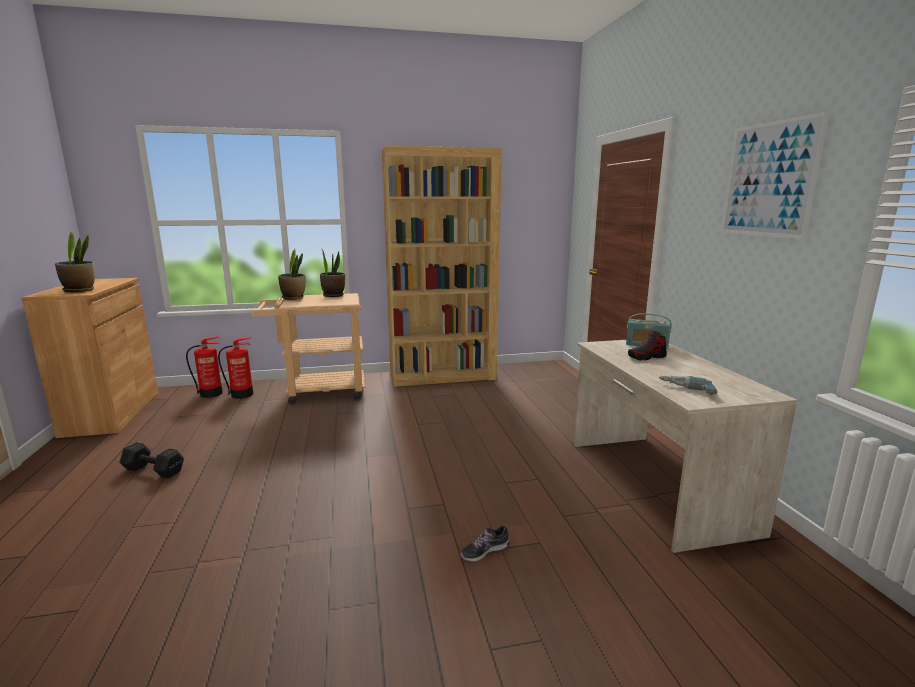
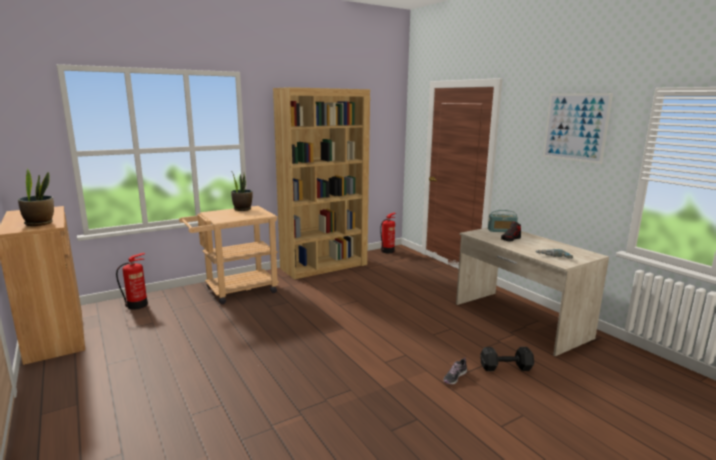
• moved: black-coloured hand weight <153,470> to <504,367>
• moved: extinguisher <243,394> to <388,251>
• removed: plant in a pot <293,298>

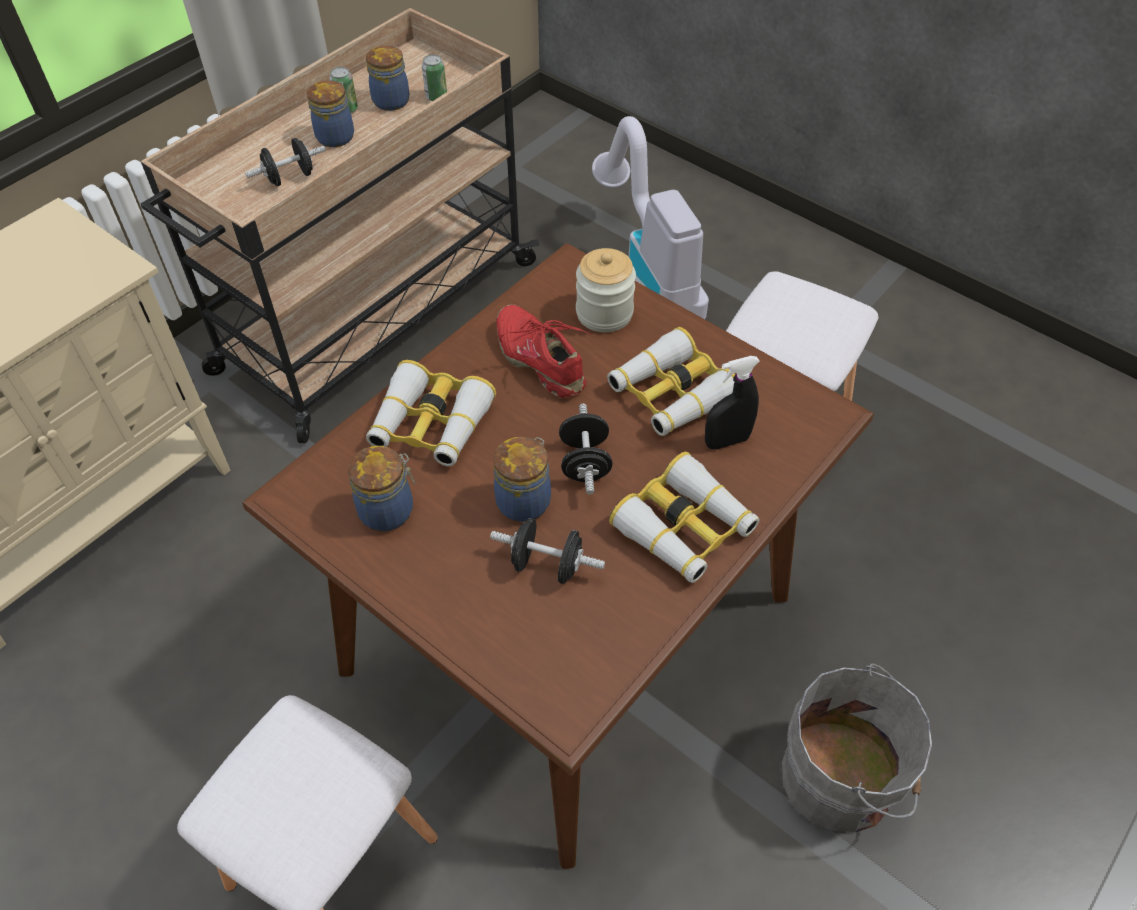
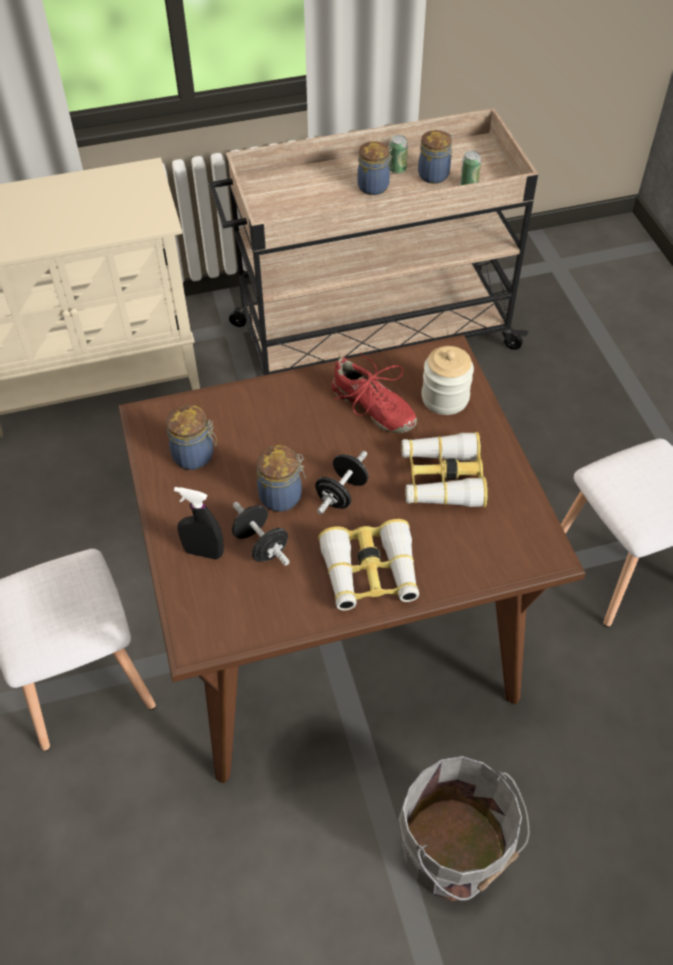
• removed: black-coloured hand weight <290,177>
• removed: pair of binoculars <431,425>
• turned: reddish item of footwear <541,359> = <372,408> 135 degrees clockwise
• removed: vacuum cleaner <645,279>
• moved: black-coloured sprayer <726,441> to <203,552>

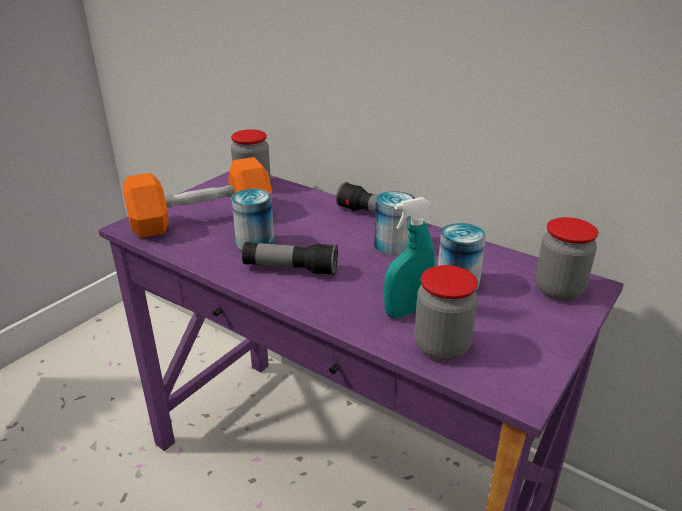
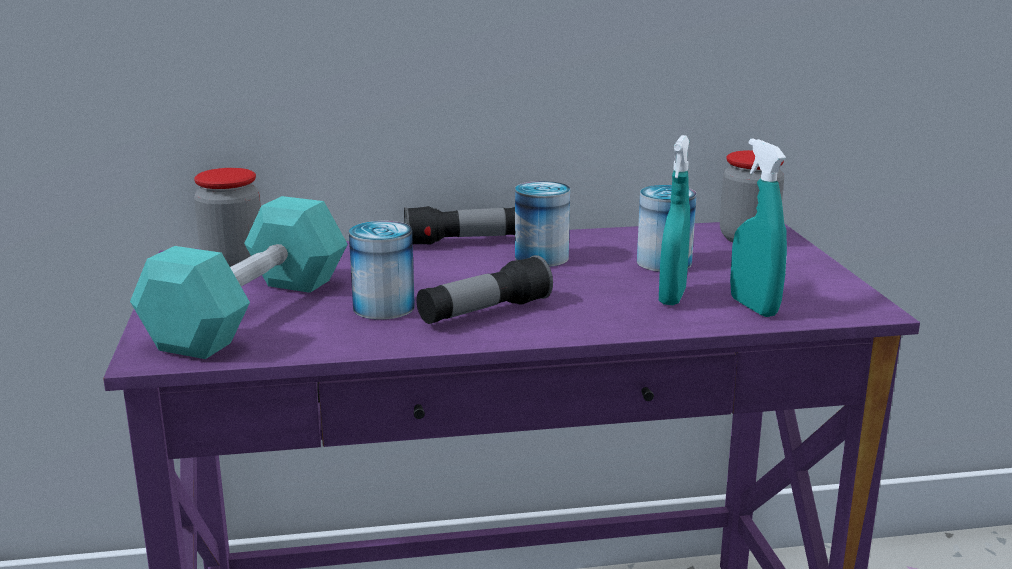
• recoloured: orange hand weight <202,219> to blue-green hand weight <250,312>
• replaced: jar <441,347> to blue-green sprayer <753,307>

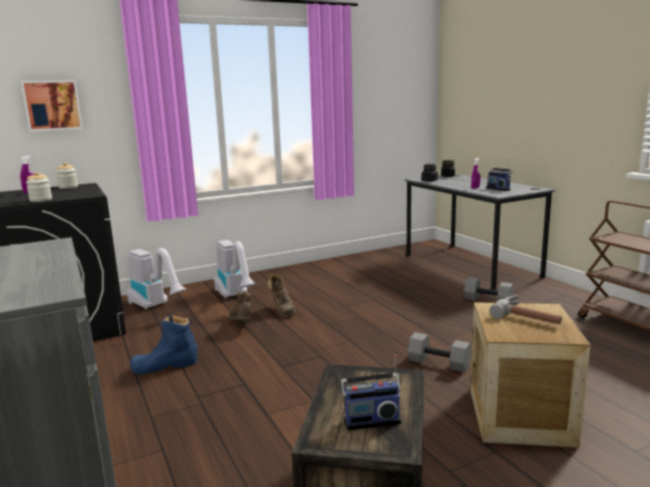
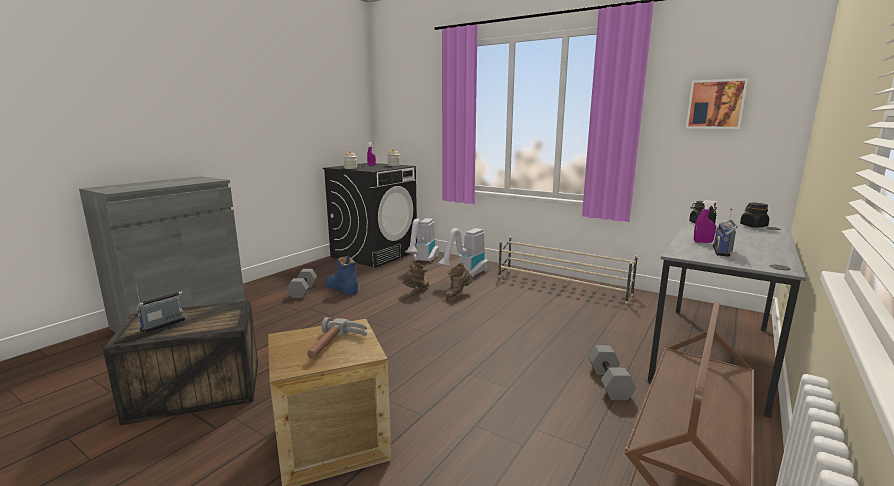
• moved: picture <52,105> to <715,104>
• turned: radio <371,420> = <164,325> 75 degrees clockwise
• moved: gray hand weight <439,363> to <303,291>
• added: beige-coloured shoe stand <562,285>

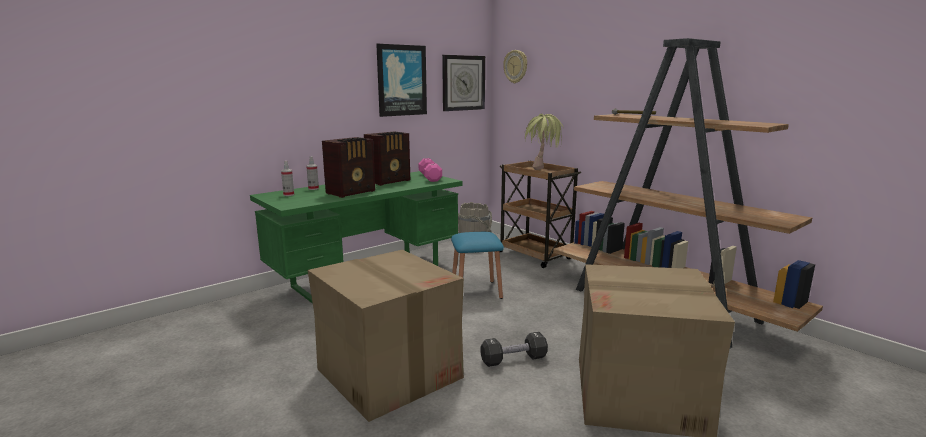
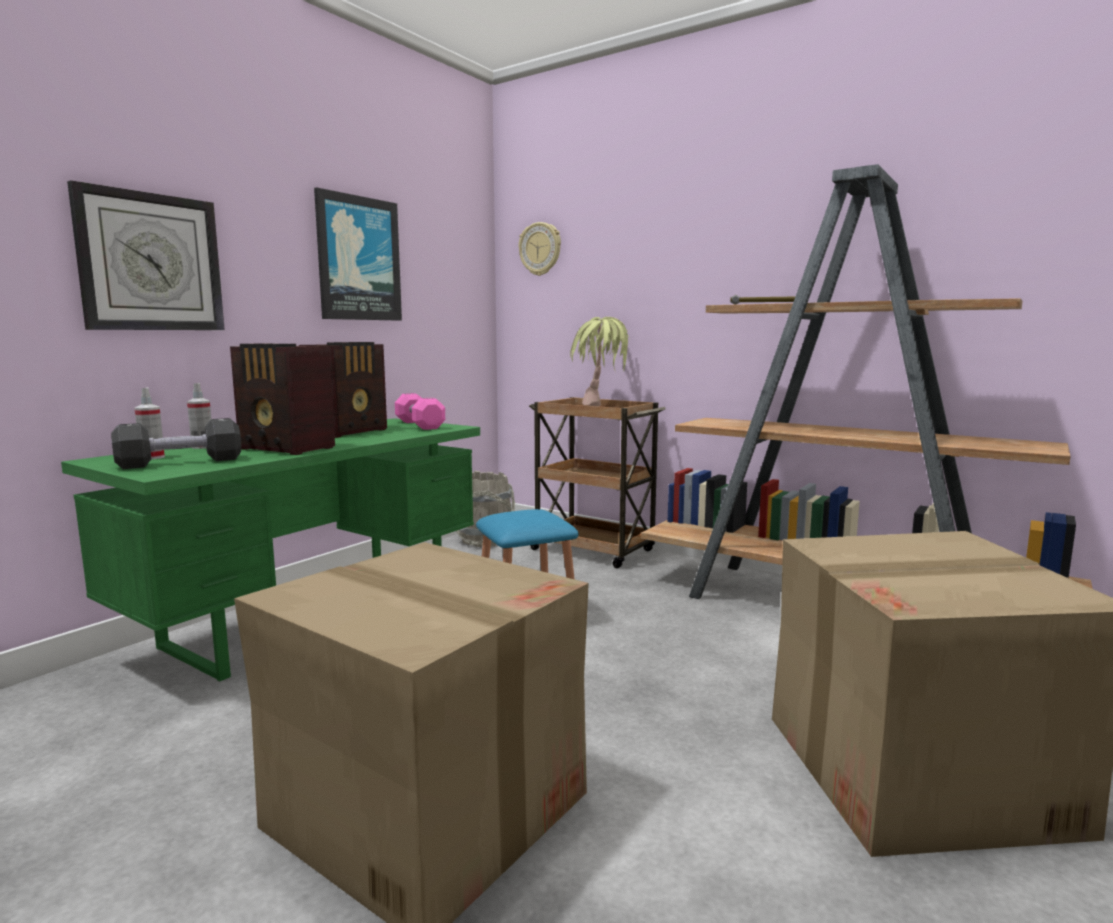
• turned: radio <352,192> = <287,448> 90 degrees clockwise
• moved: hanging clock <463,83> to <151,262>
• moved: black-coloured hand weight <513,359> to <180,463>

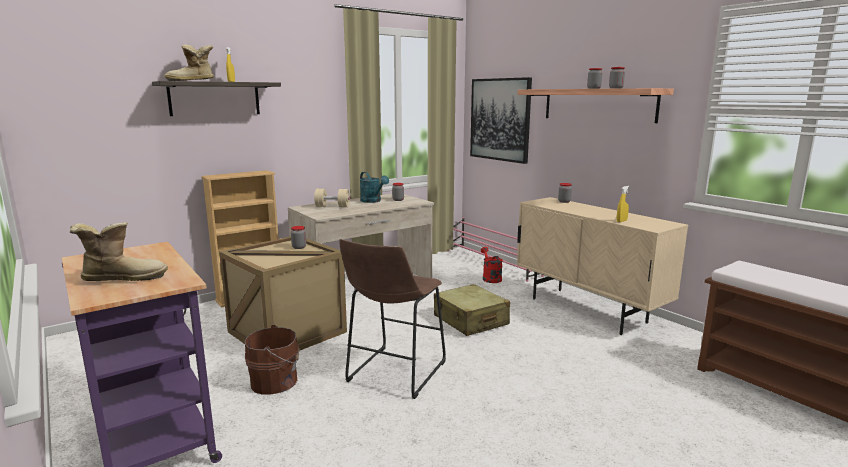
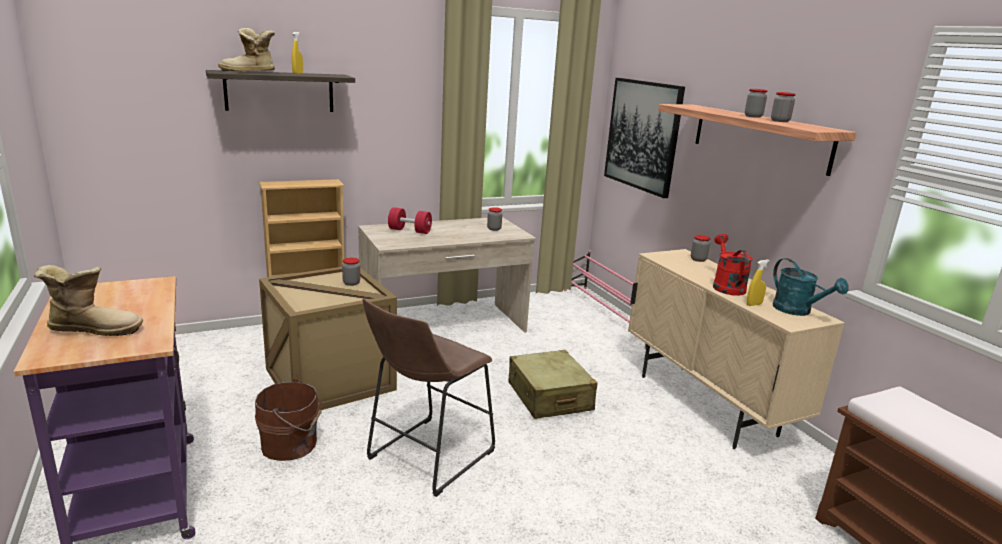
• recoloured: beige-coloured hand weight <332,206> to reddish hand weight <410,231>
• moved: blue-green sprinkling can <373,201> to <797,311>
• moved: reddish sprinkling can <490,278> to <726,286>

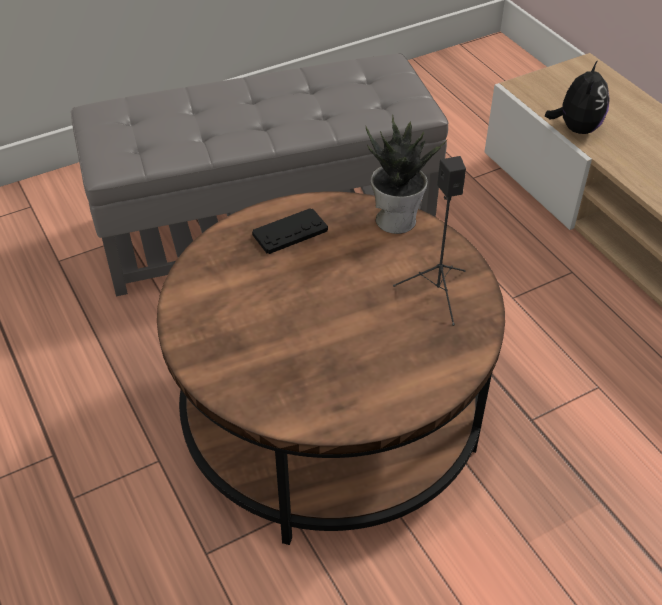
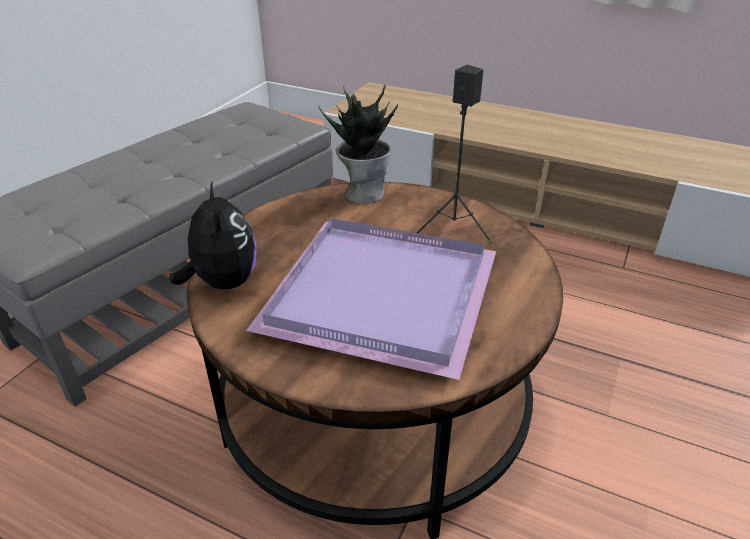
• removed: black-coloured joypad <290,232>
• moved: plush toy <576,128> to <223,282>
• added: purplish tray <386,293>

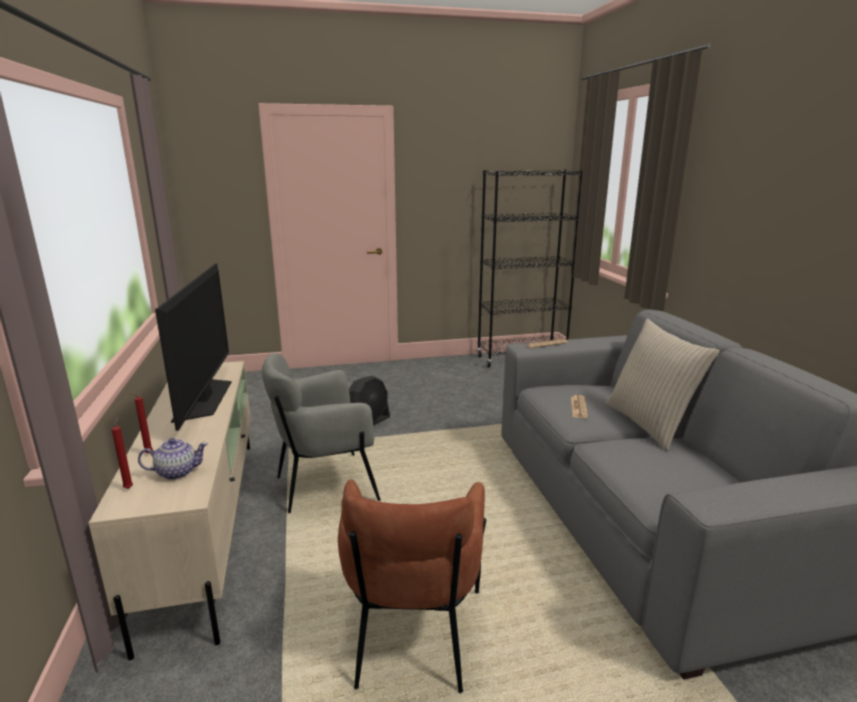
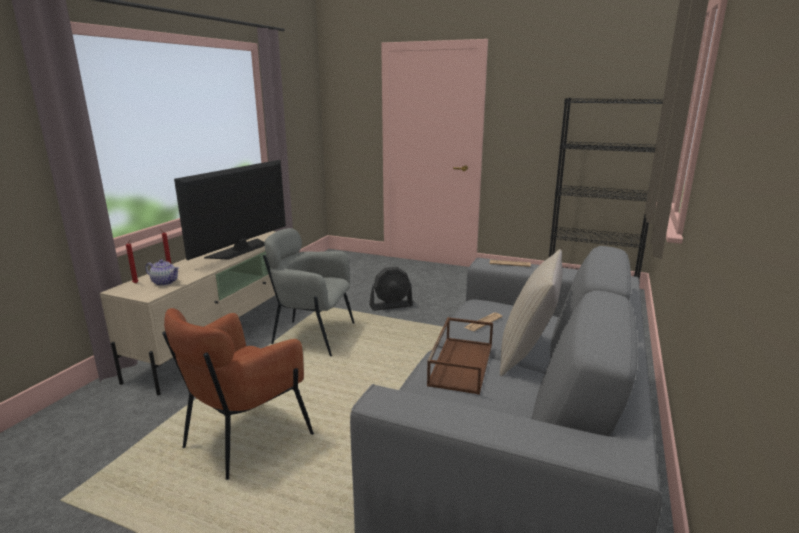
• added: brownish tray <460,363>

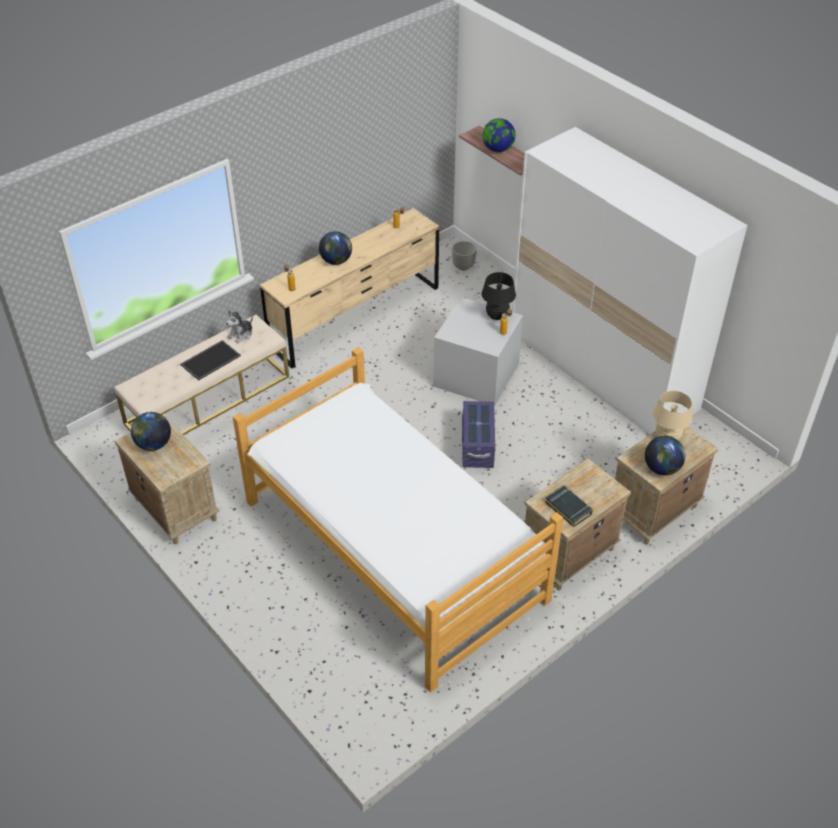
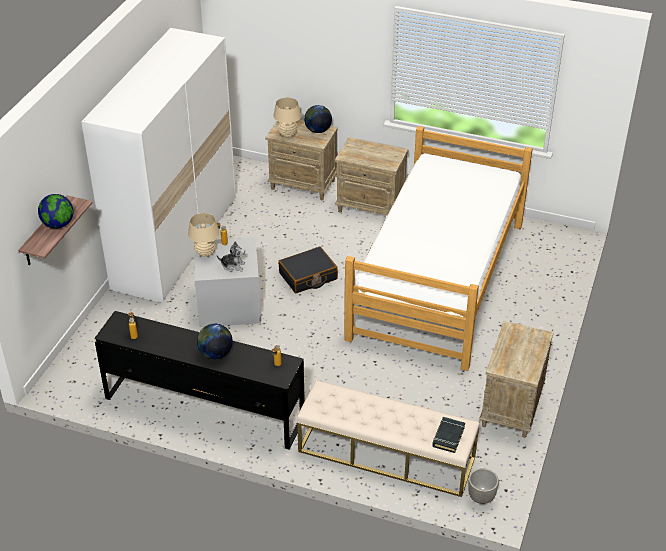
• removed: globe <153,444>
• removed: tray <210,359>
• moved: plush toy <241,334> to <233,266>
• recoloured: beige-coloured chest of drawers <355,317> to black-coloured chest of drawers <204,408>
• moved: planter <463,266> to <480,497>
• replaced: purplish storage box <477,446> to black-coloured piece of luggage <308,276>
• recoloured: black-coloured tabletop lamp <497,316> to beige-coloured tabletop lamp <205,253>
• moved: black-coloured bound book <568,508> to <448,437>

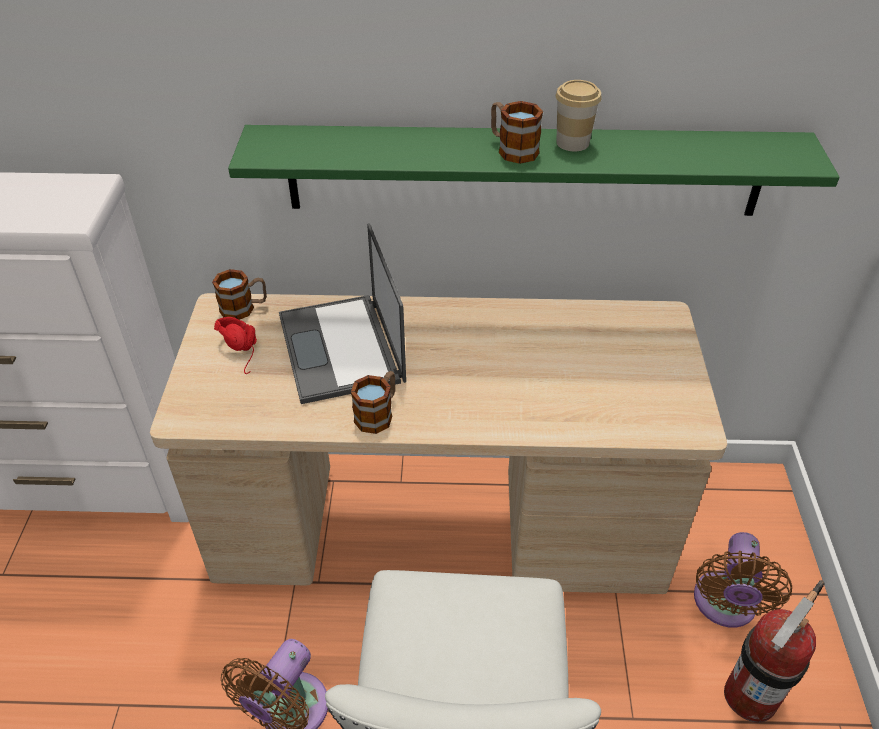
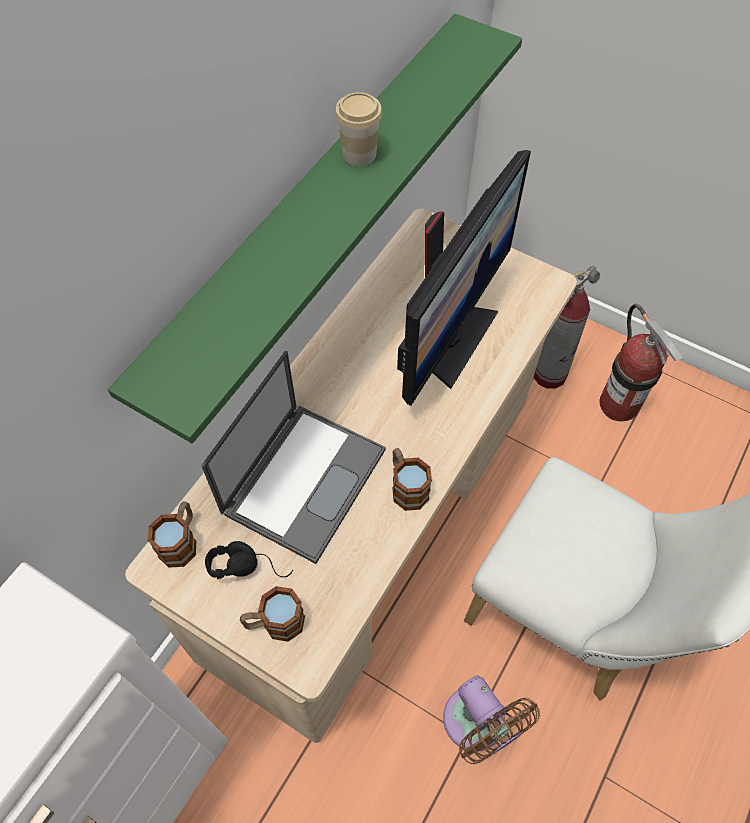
• recoloured: reddish headphones <247,351> to black-coloured headphones <250,563>
• turned: notebook computer <342,349> = <304,478> 75 degrees counterclockwise
• moved: mug <512,149> to <275,623>
• replaced: brownish fan <724,606> to extinguisher <549,374>
• added: monitor <450,339>

